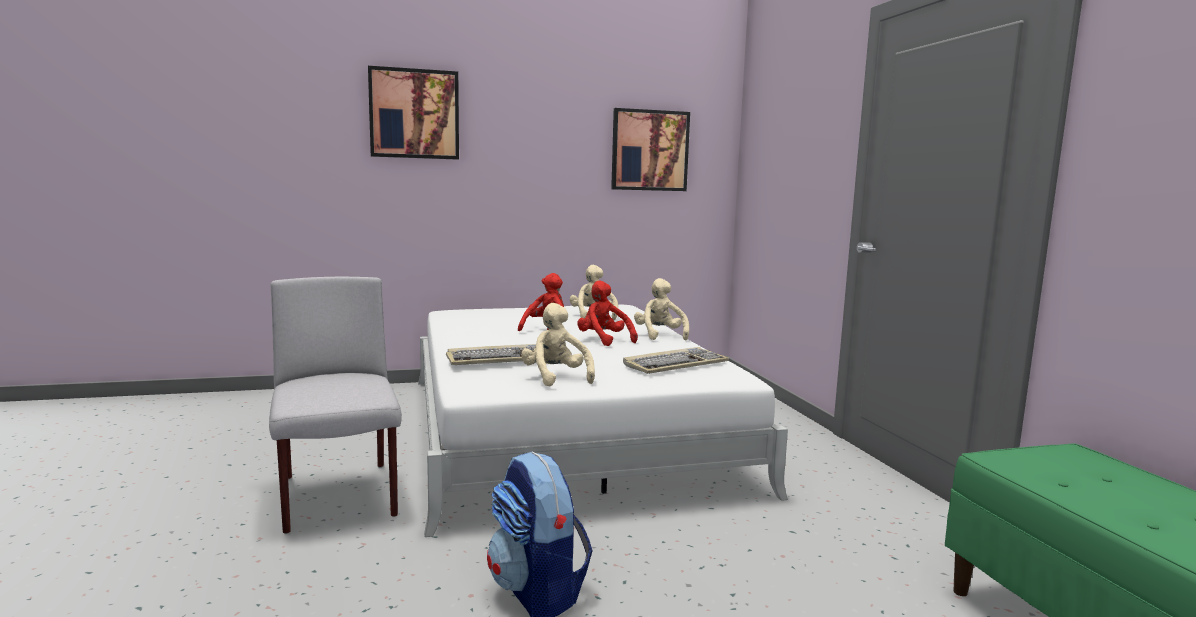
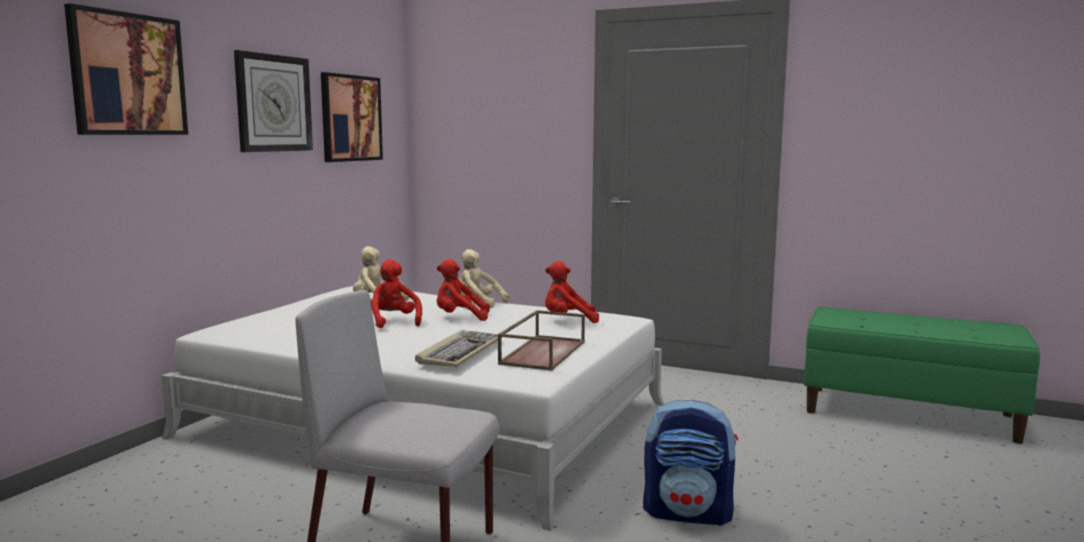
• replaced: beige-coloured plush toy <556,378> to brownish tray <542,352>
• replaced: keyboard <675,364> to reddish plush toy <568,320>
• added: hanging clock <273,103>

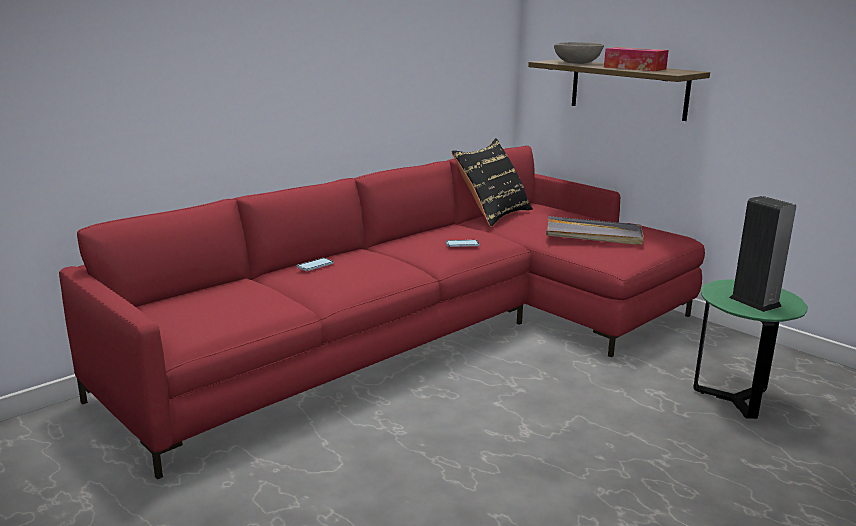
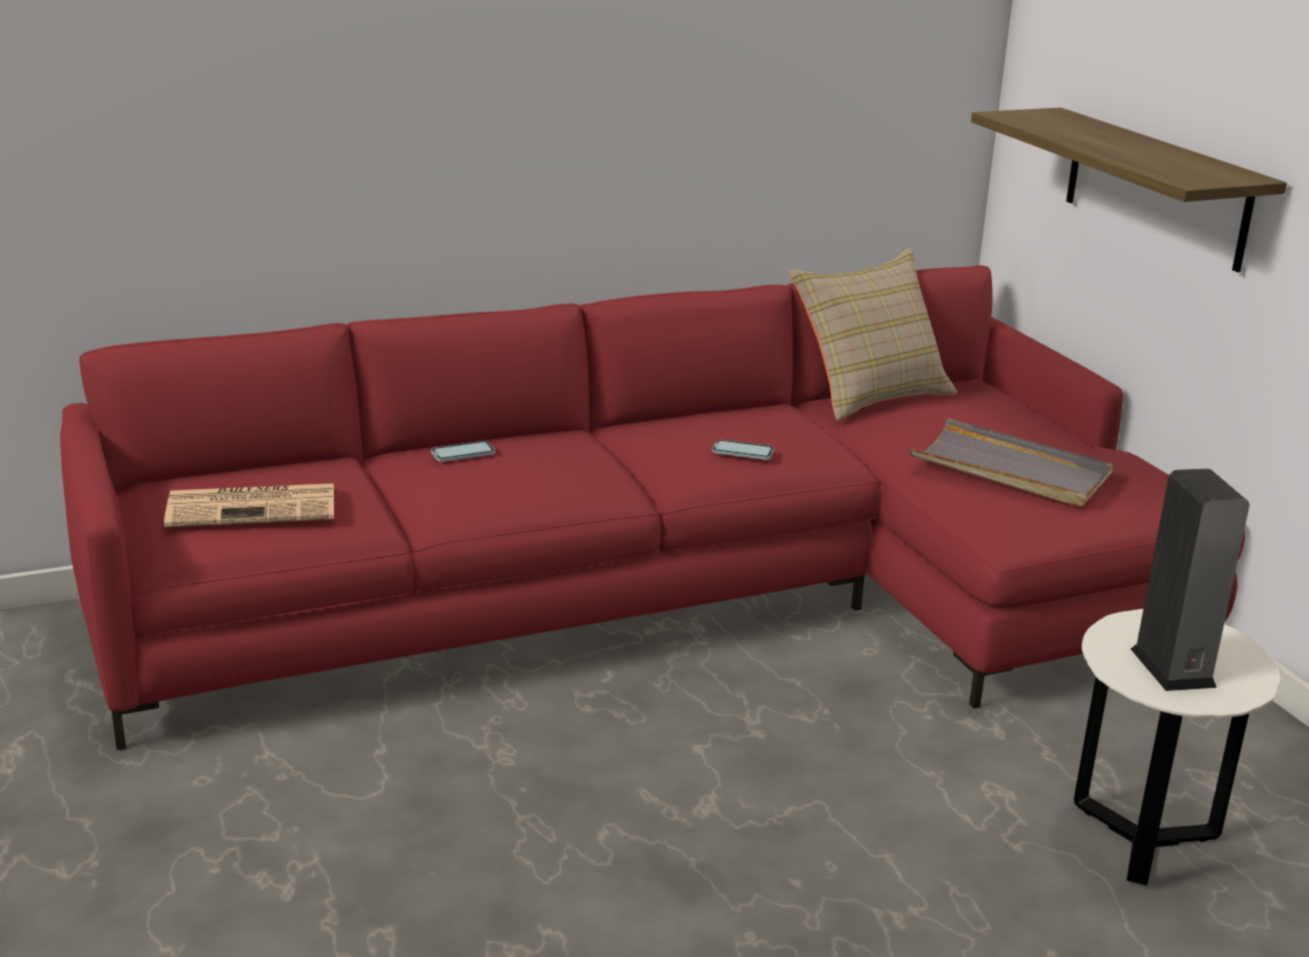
• recoloured: black-coloured cushion <492,214> to beige-coloured cushion <870,395>
• removed: gray serving bowl <576,63>
• removed: box of tissues <634,68>
• recoloured: green end table <735,400> to whitish end table <1142,841>
• added: newspaper <254,507>

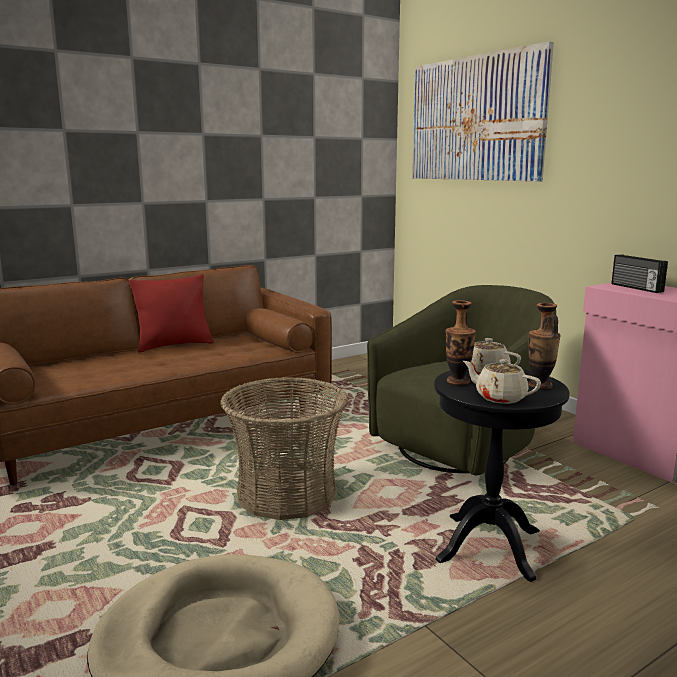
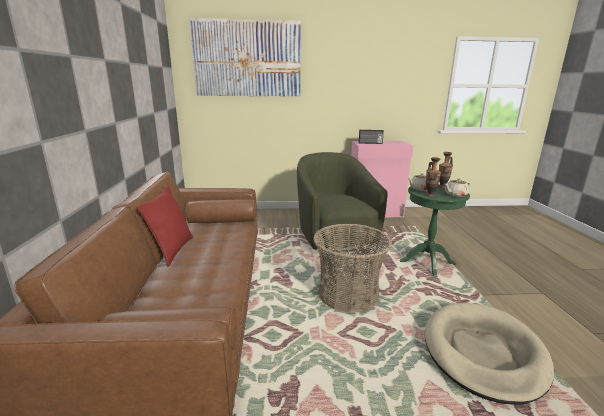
• recoloured: black-coloured end table <489,546> to green end table <427,263>

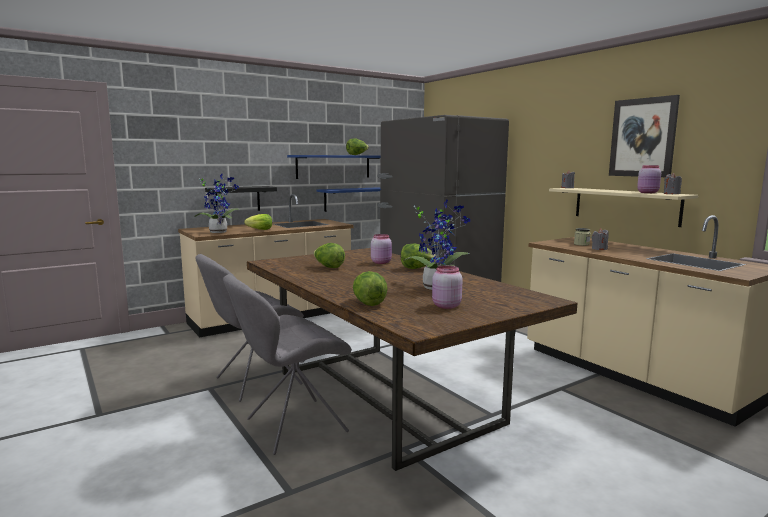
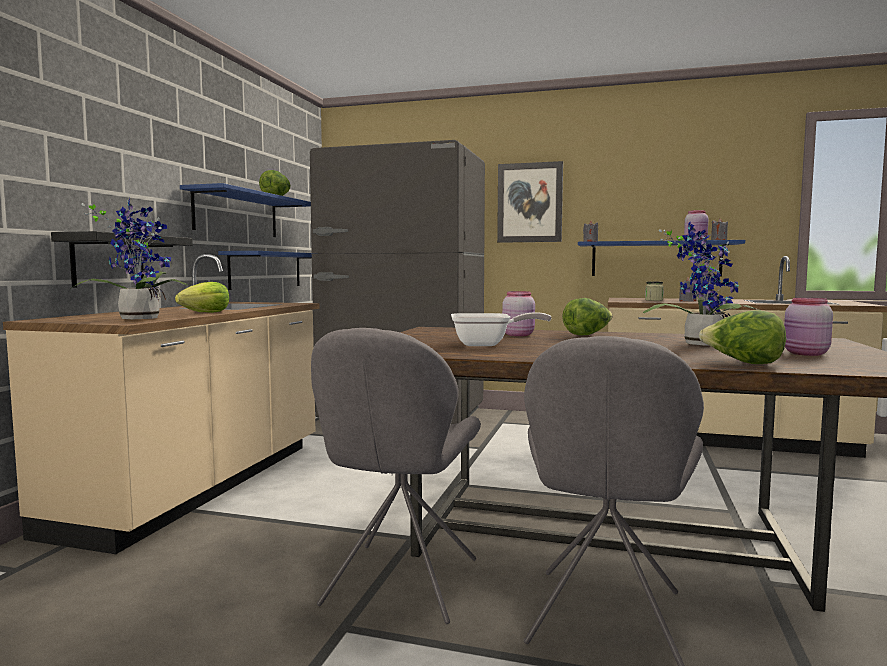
• replaced: lettuce <328,267> to frying pan <487,344>
• recoloured: beige-coloured wall shelf <625,206> to blue-coloured wall shelf <655,259>
• moved: picture <642,137> to <529,202>

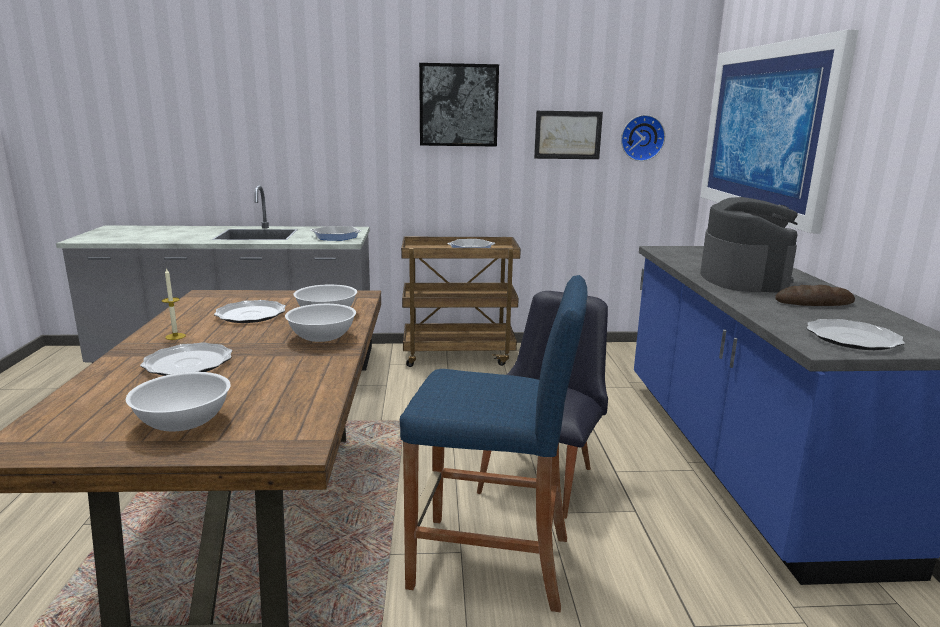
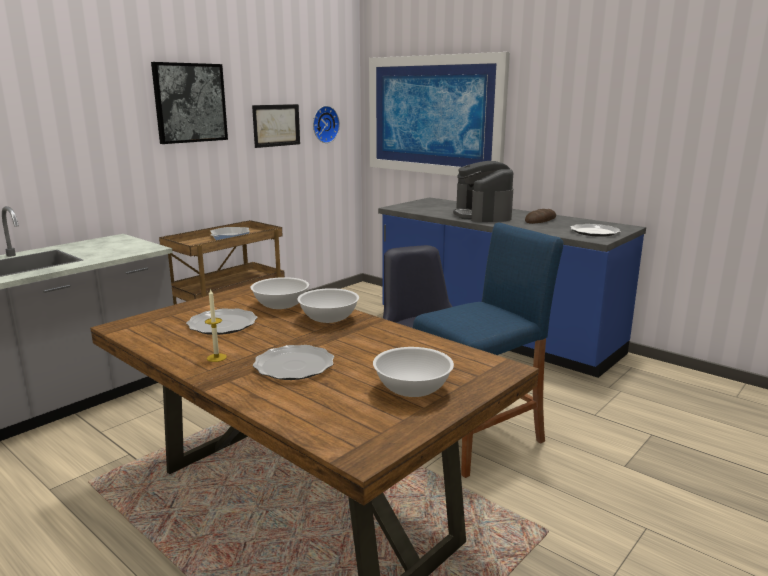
• removed: frying pan <336,237>
• turned: coffee machine <743,278> = <482,215> 150 degrees counterclockwise

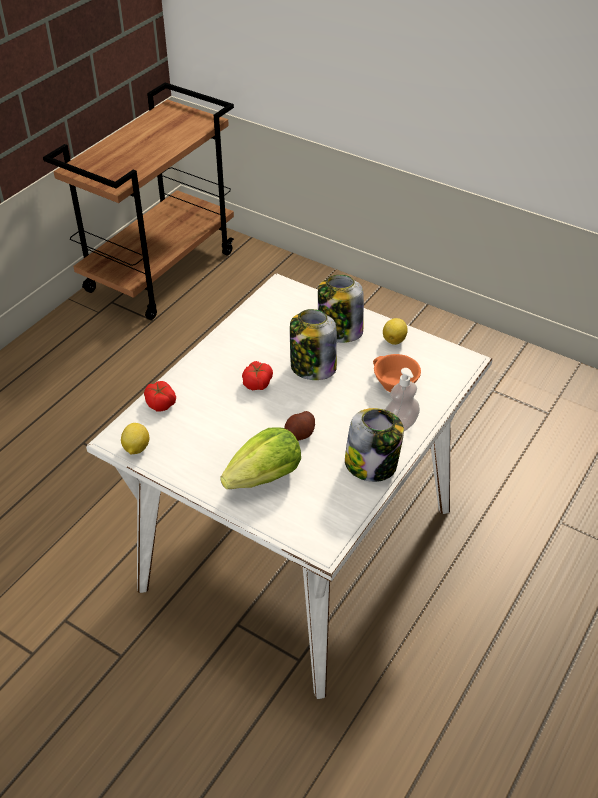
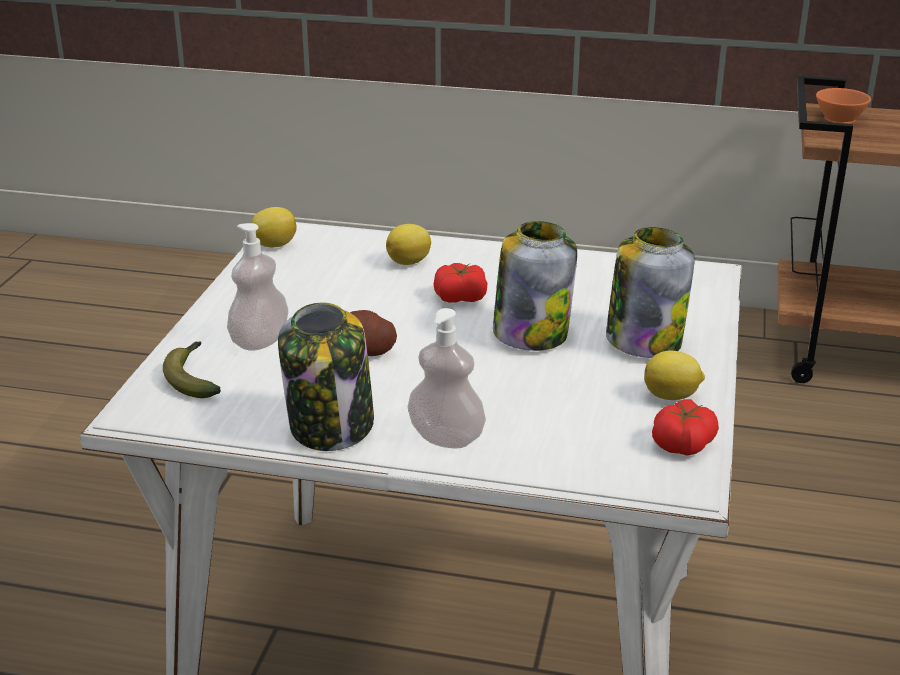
• moved: tomato <160,403> to <682,443>
• replaced: lettuce <265,477> to soap dispenser <260,341>
• moved: orange drinking cup <393,384> to <838,117>
• added: whole banana <193,378>
• added: whole lemon <410,262>

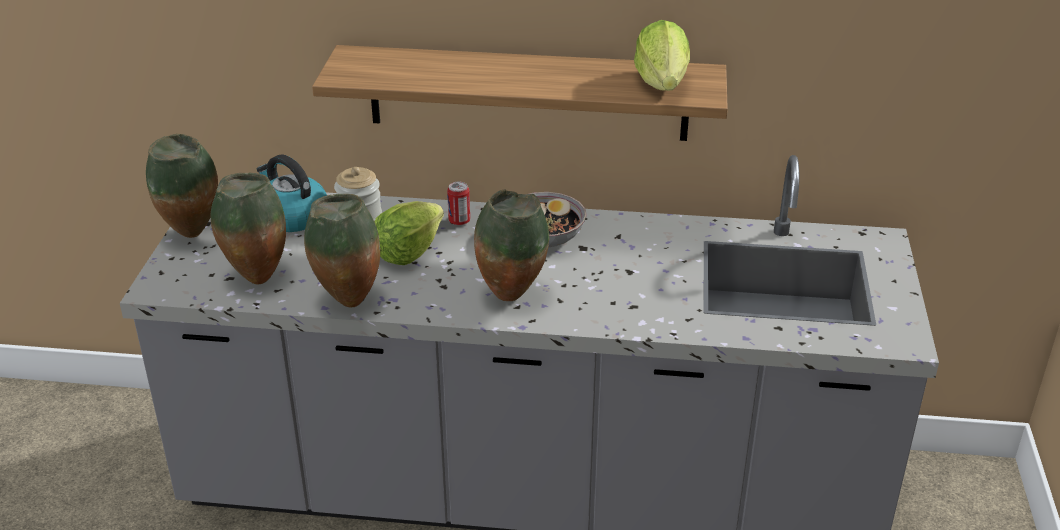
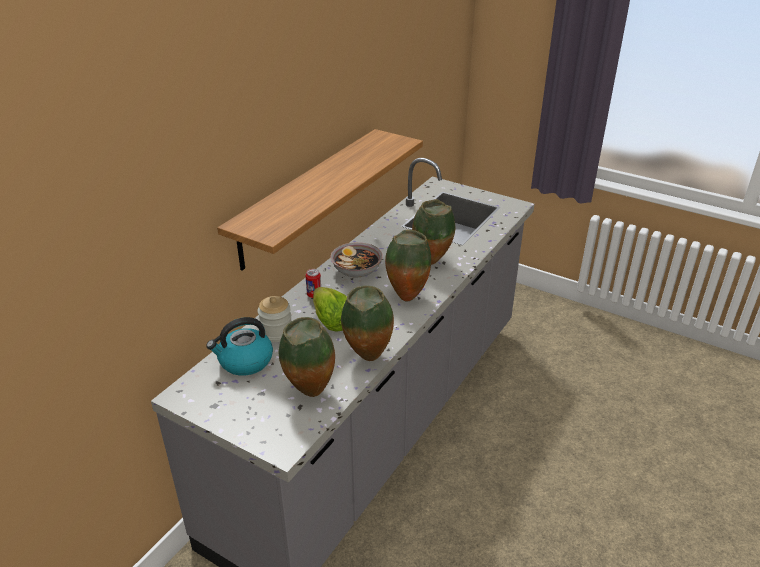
• moved: decorative vase <193,235> to <432,262>
• removed: lettuce <662,84>

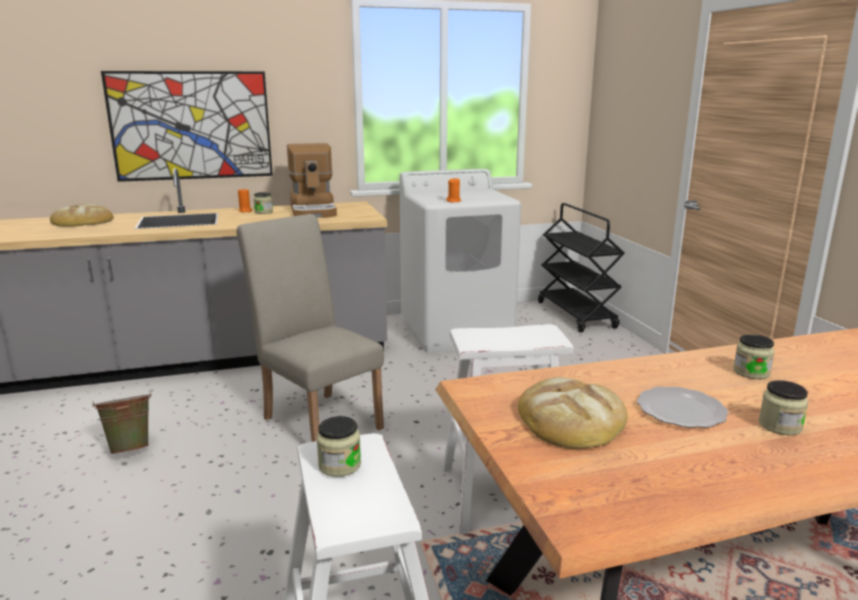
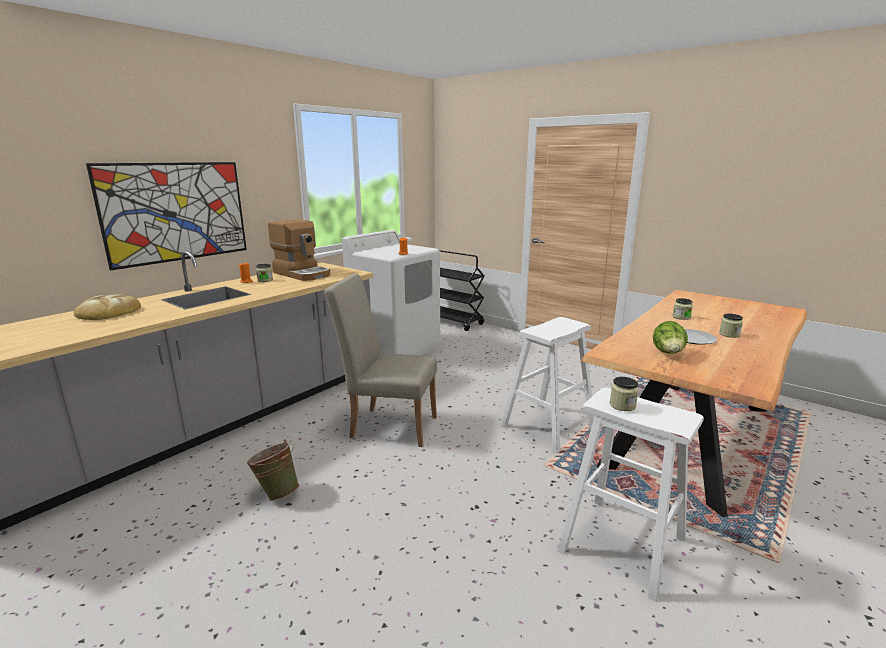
• replaced: baked bread <571,419> to lettuce <668,354>

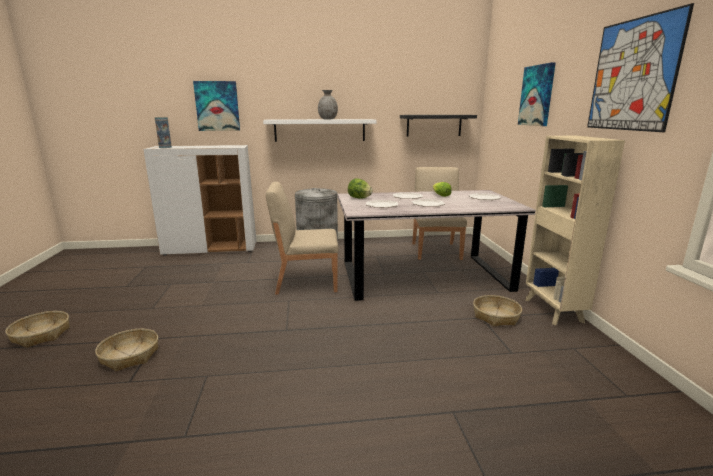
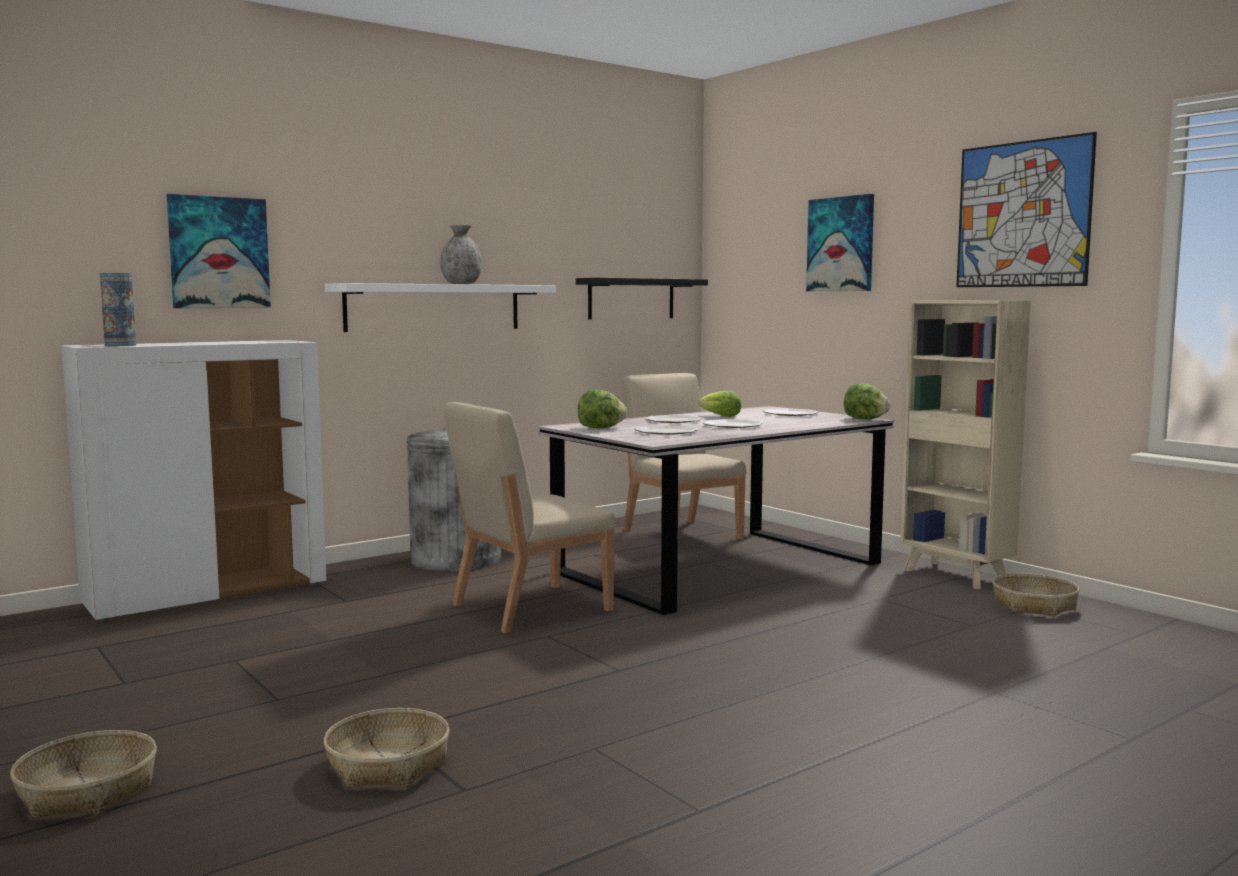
• moved: storage basket <496,316> to <1034,605>
• added: lettuce <865,419>

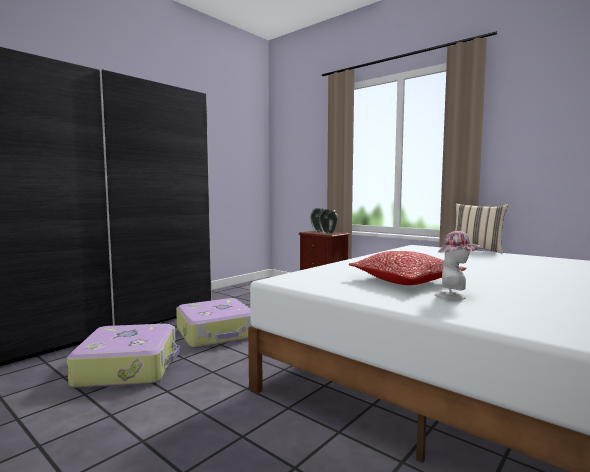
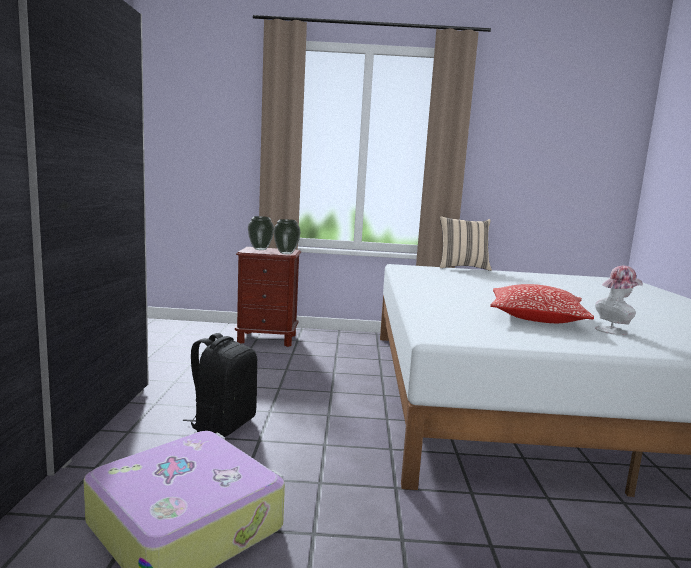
• replaced: piece of luggage <216,333> to black-coloured rucksack <223,425>

